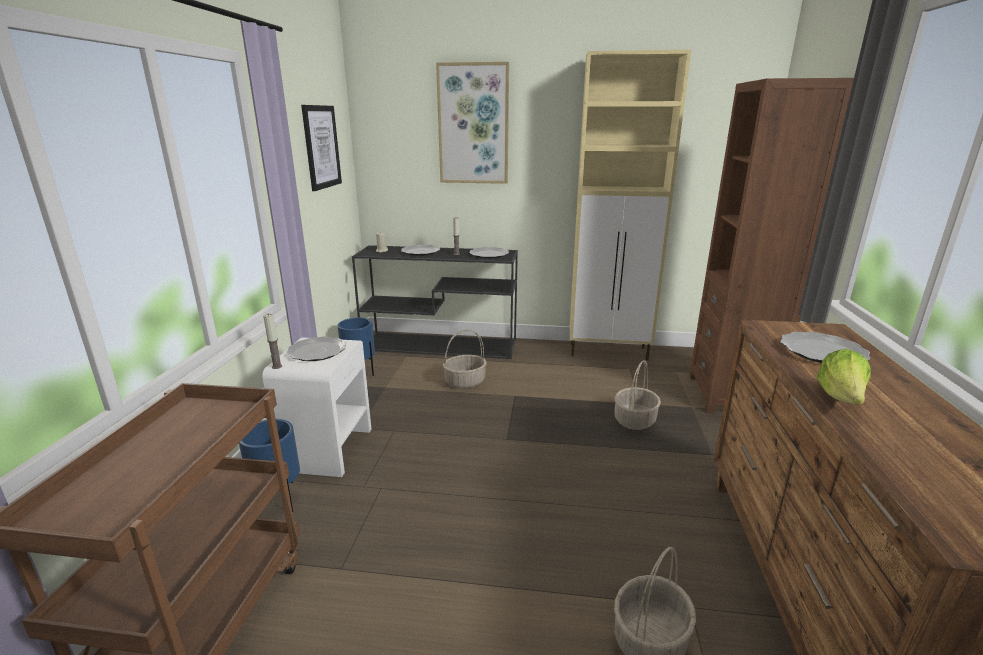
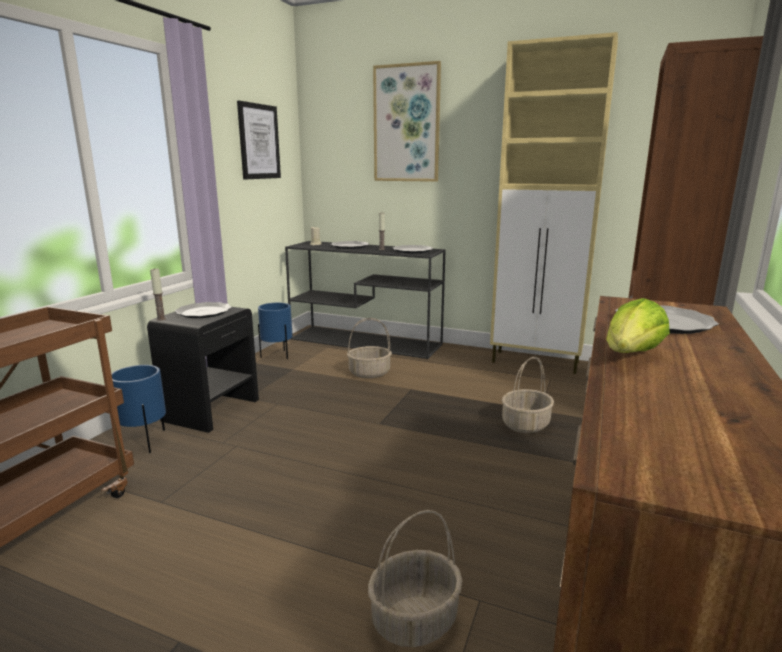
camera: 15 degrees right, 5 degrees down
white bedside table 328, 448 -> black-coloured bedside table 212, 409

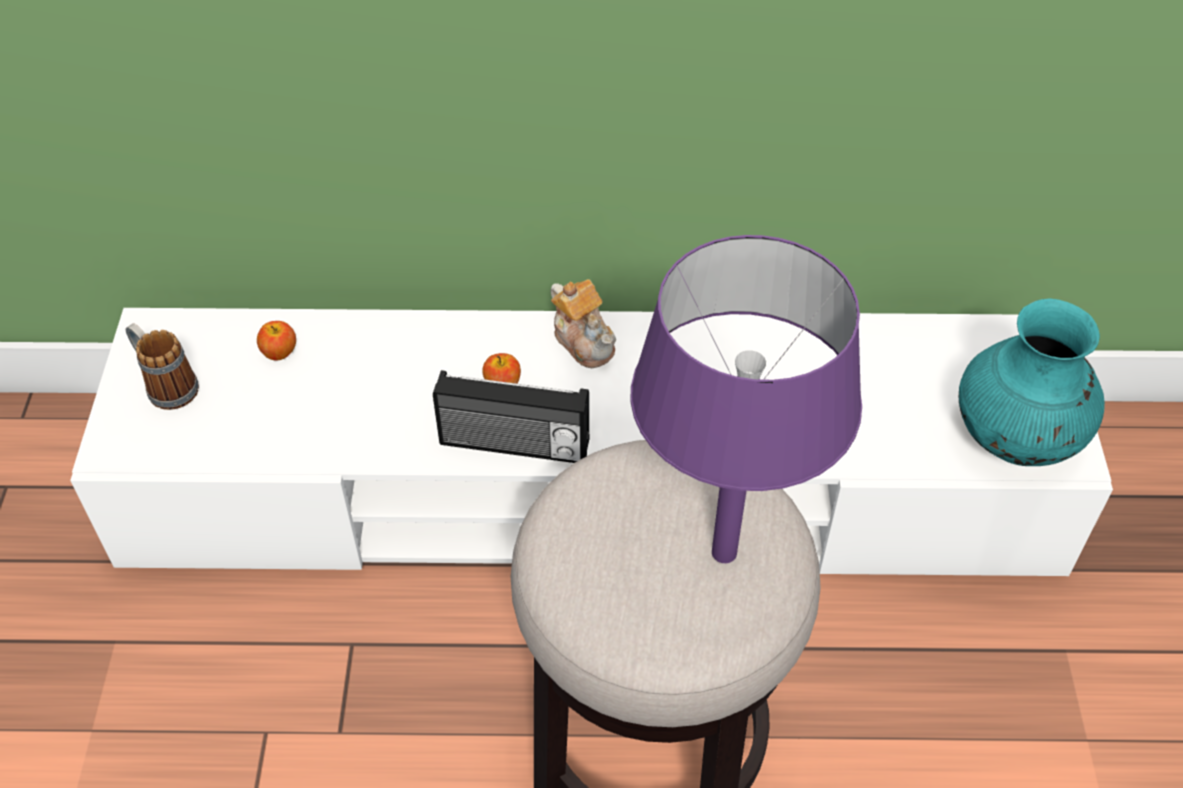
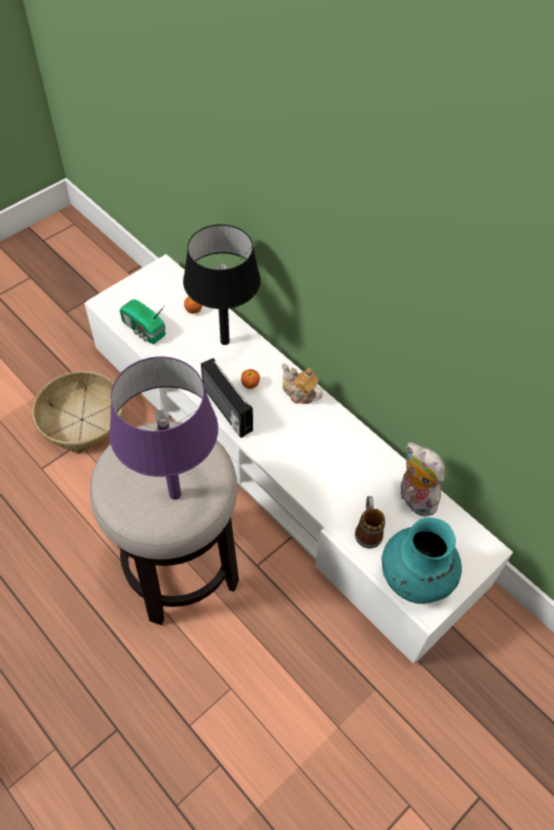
camera: 45 degrees right, 5 degrees up
tea pot 584, 341 -> tea pot 299, 393, 120 degrees clockwise
mug 166, 386 -> mug 367, 530, relocated
none -> black-coloured lamp for a table 224, 341
none -> radio 144, 330
none -> storage basket 82, 419
none -> cuddly toy 414, 499

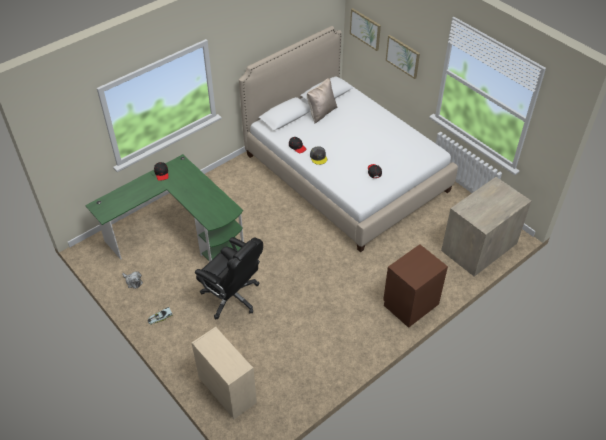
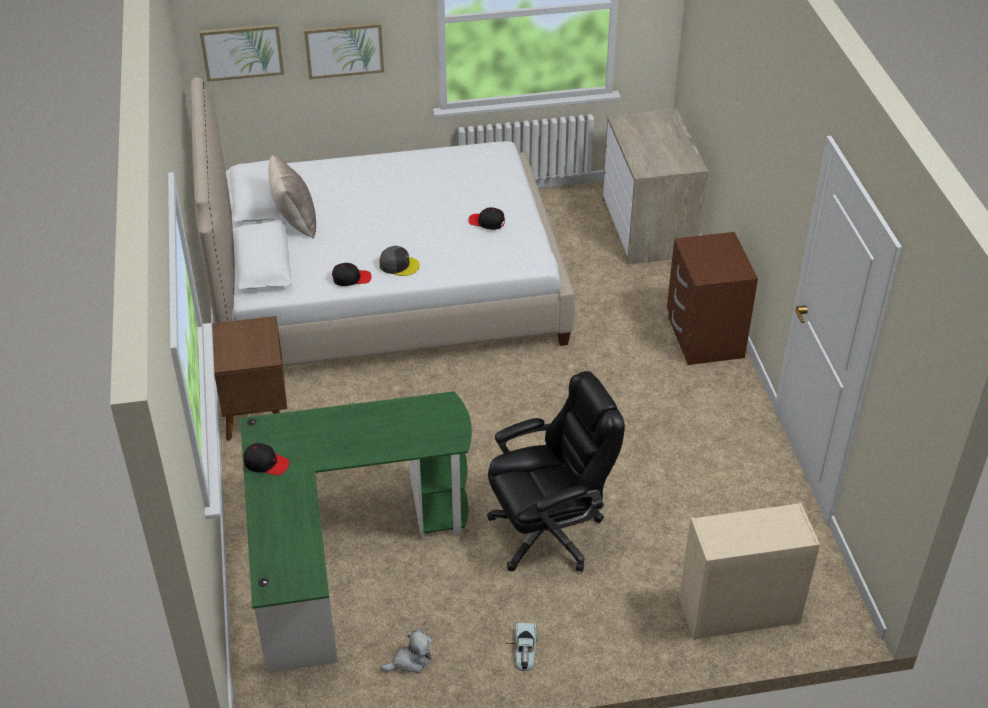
camera: 60 degrees left, 5 degrees down
none -> brownish bedside table 256, 413

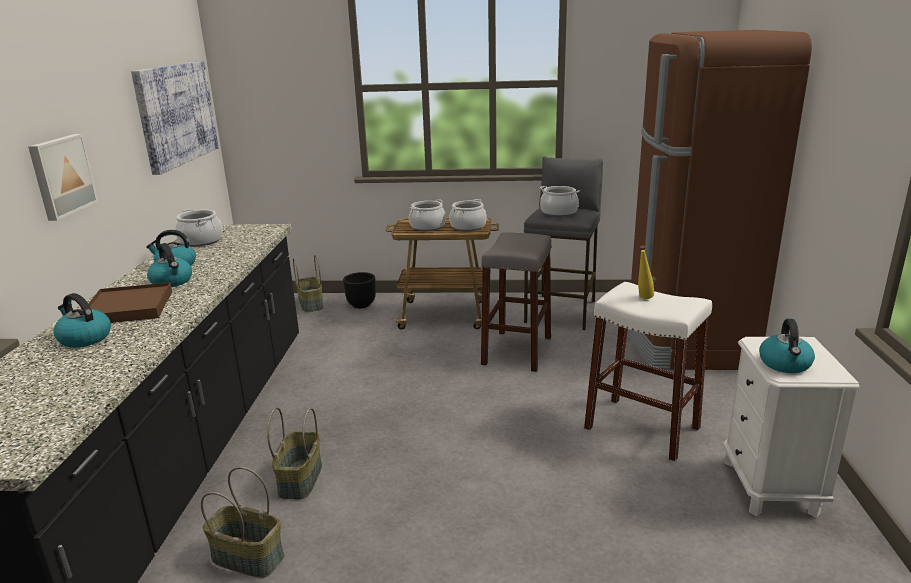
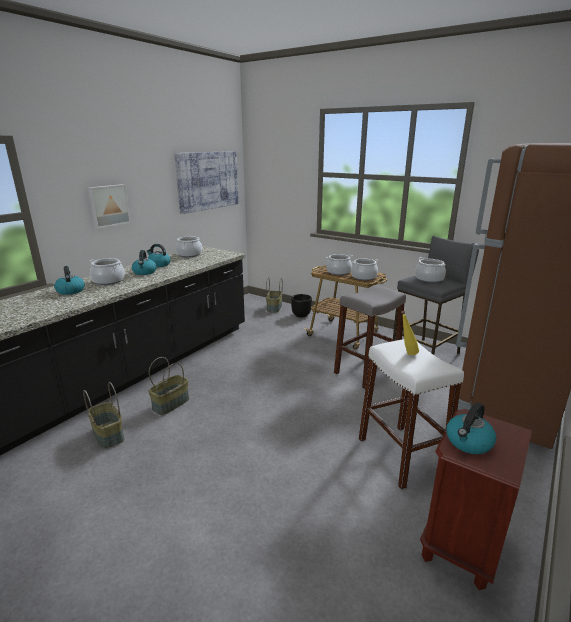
camera: 30 degrees right, 0 degrees up
brownish serving tray 129, 308 -> cooking pot 108, 281
white bedside table 770, 487 -> brownish bedside table 461, 545

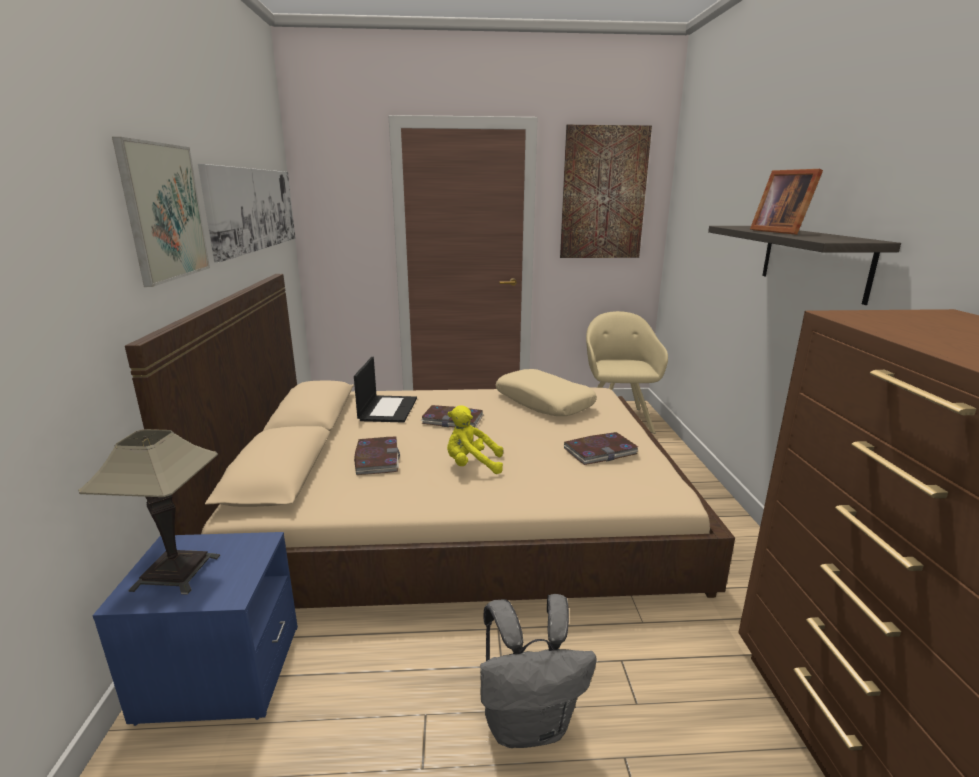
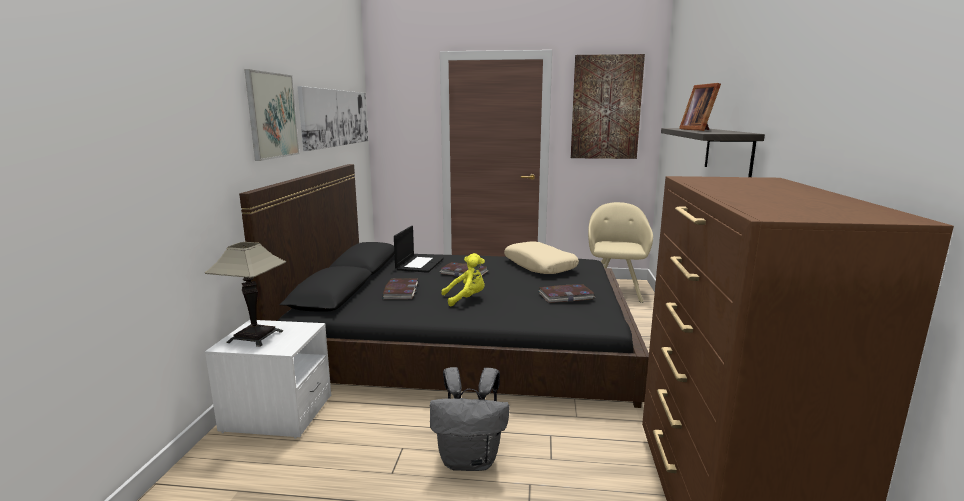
camera: 10 degrees right, 5 degrees down
sand-coloured bed 459, 506 -> black-coloured bed 465, 339
yellowish cuddly toy 472, 465 -> yellowish cuddly toy 466, 299, 150 degrees clockwise
blue bedside table 220, 673 -> white bedside table 277, 413

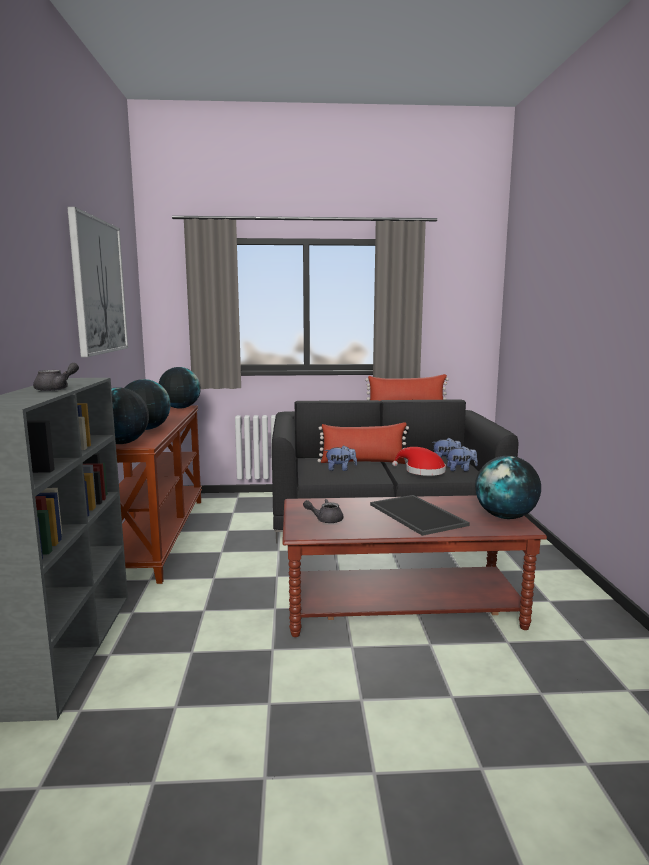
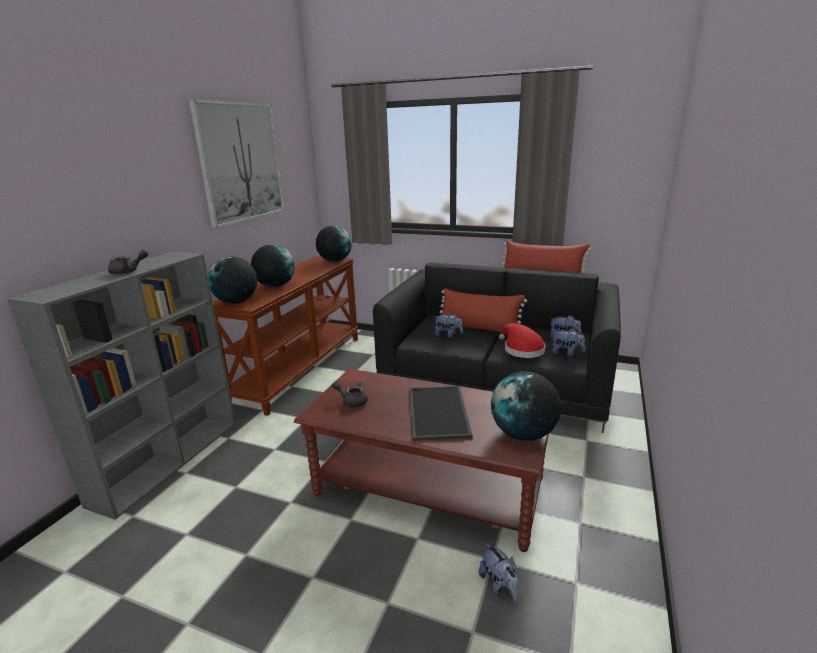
camera: 25 degrees right, 10 degrees up
none -> cuddly toy 499, 585

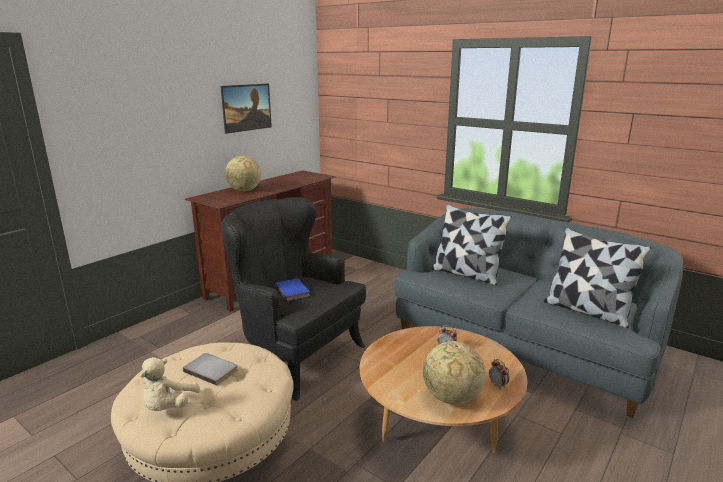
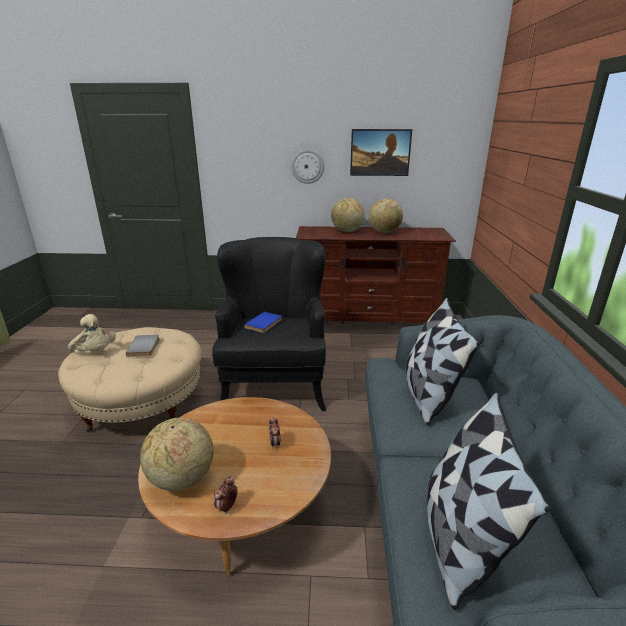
camera: 55 degrees right, 5 degrees up
sand-coloured cuddly toy 168, 407 -> sand-coloured cuddly toy 96, 352, 120 degrees counterclockwise
none -> clock on the wall 307, 166
none -> world globe 384, 232

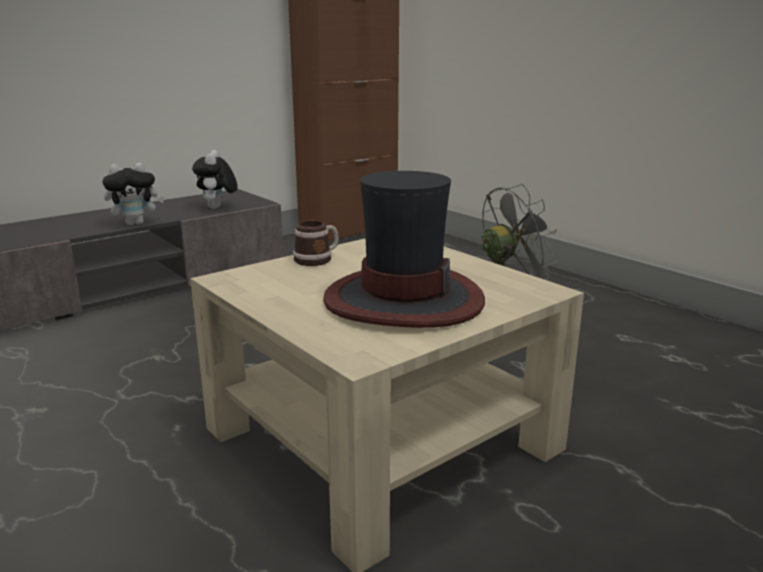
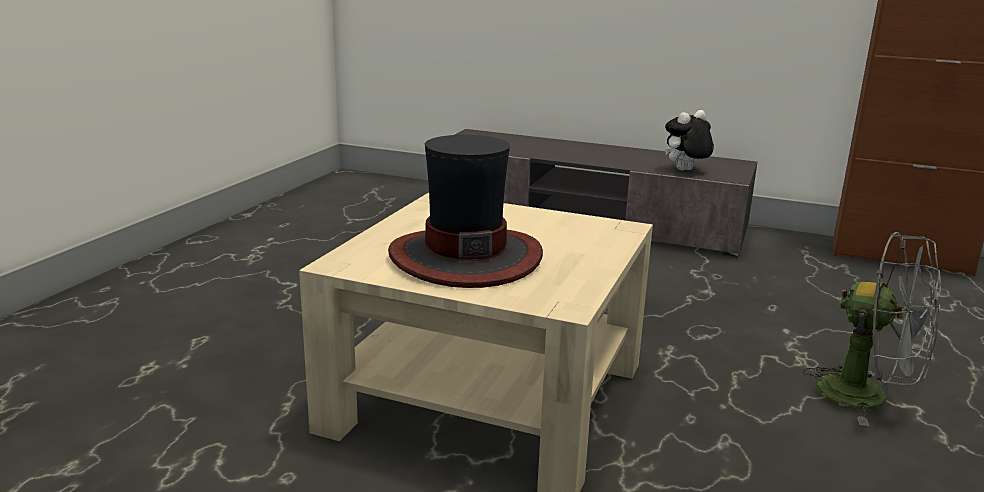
camera: 60 degrees right, 0 degrees up
cuddly toy 136, 223 -> none
mug 317, 259 -> none

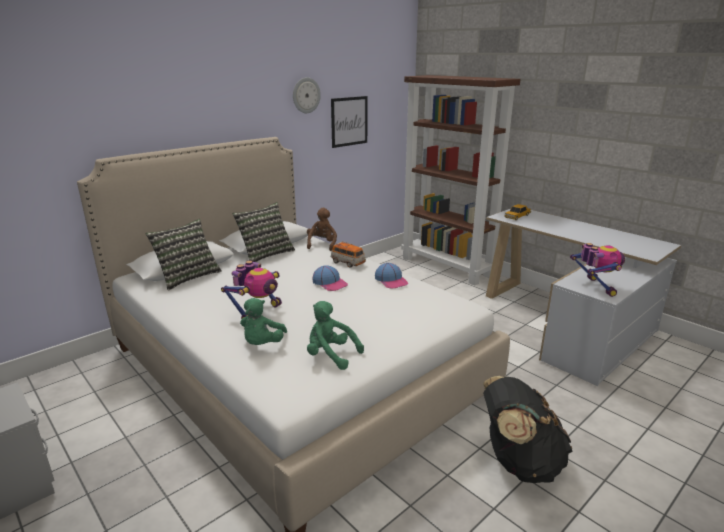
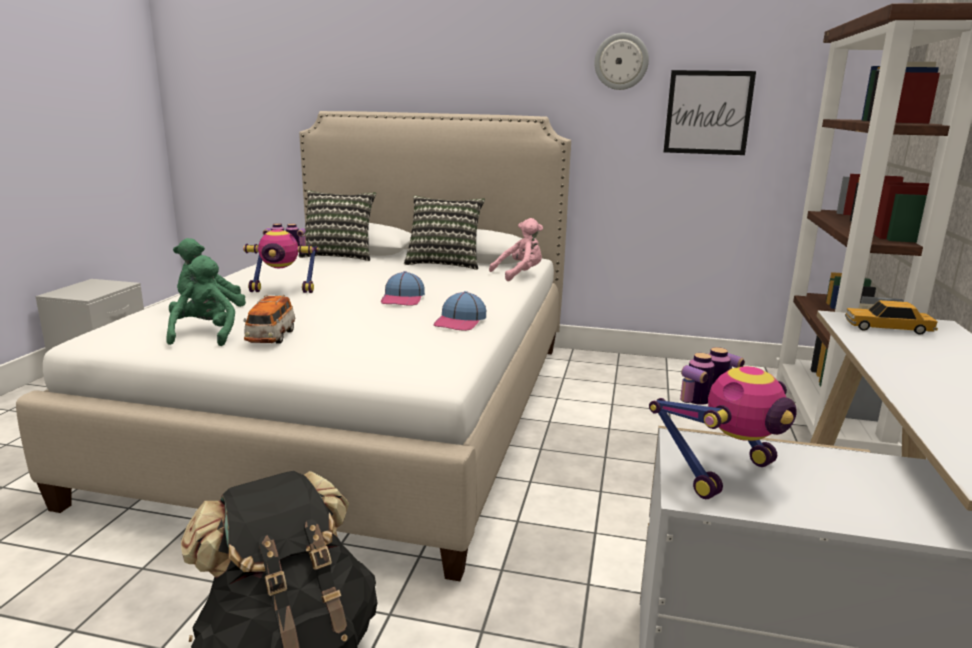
camera: 55 degrees right, 5 degrees down
brownish cuddly toy 322, 244 -> pink cuddly toy 519, 274
toy car 348, 263 -> toy car 271, 337, relocated

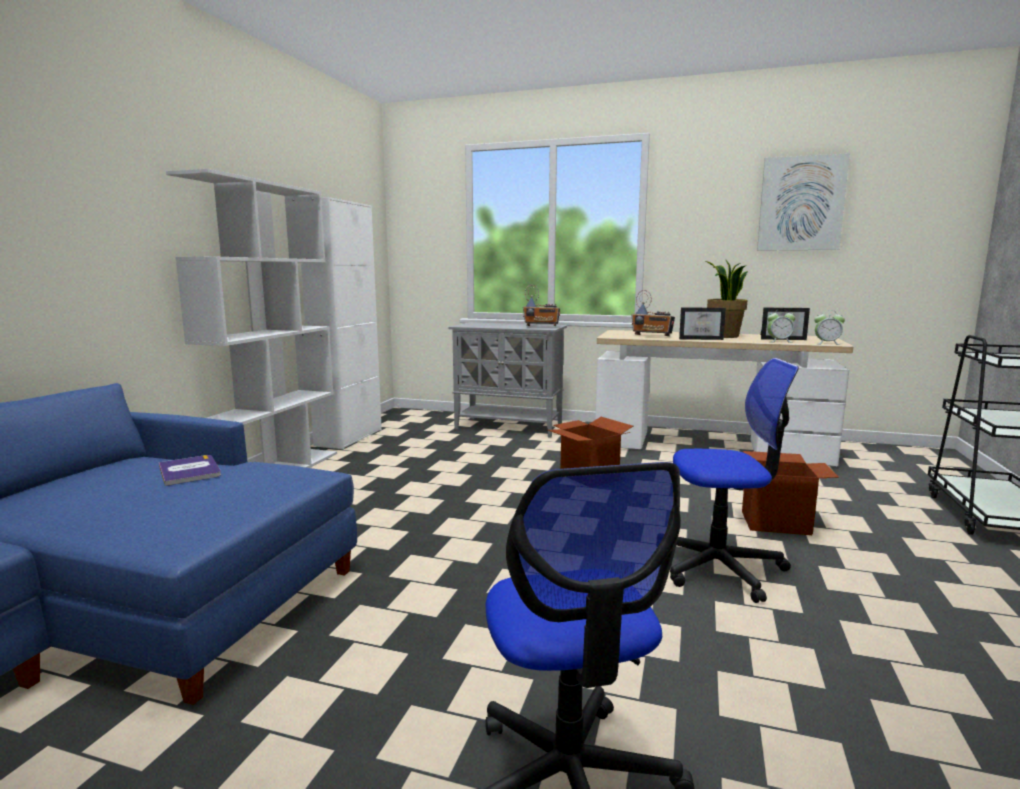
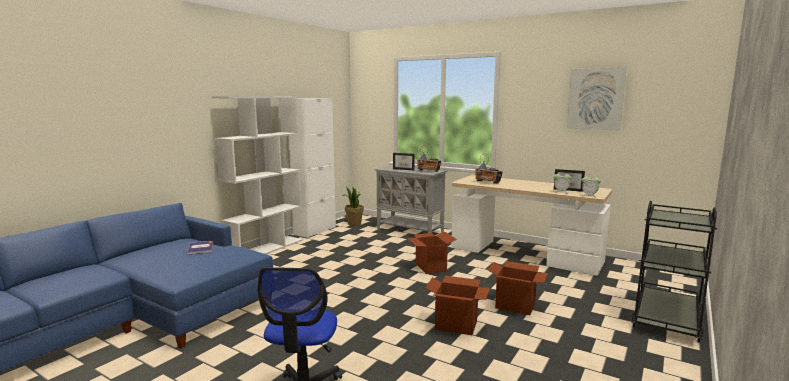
camera: 15 degrees right, 0 degrees up
houseplant 724, 336 -> houseplant 354, 224, relocated
standing frame 701, 339 -> standing frame 404, 169, relocated
desk chair 719, 567 -> carton 456, 325

